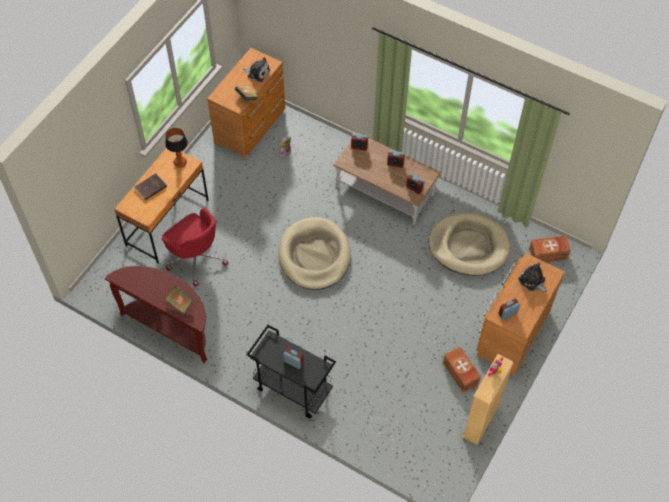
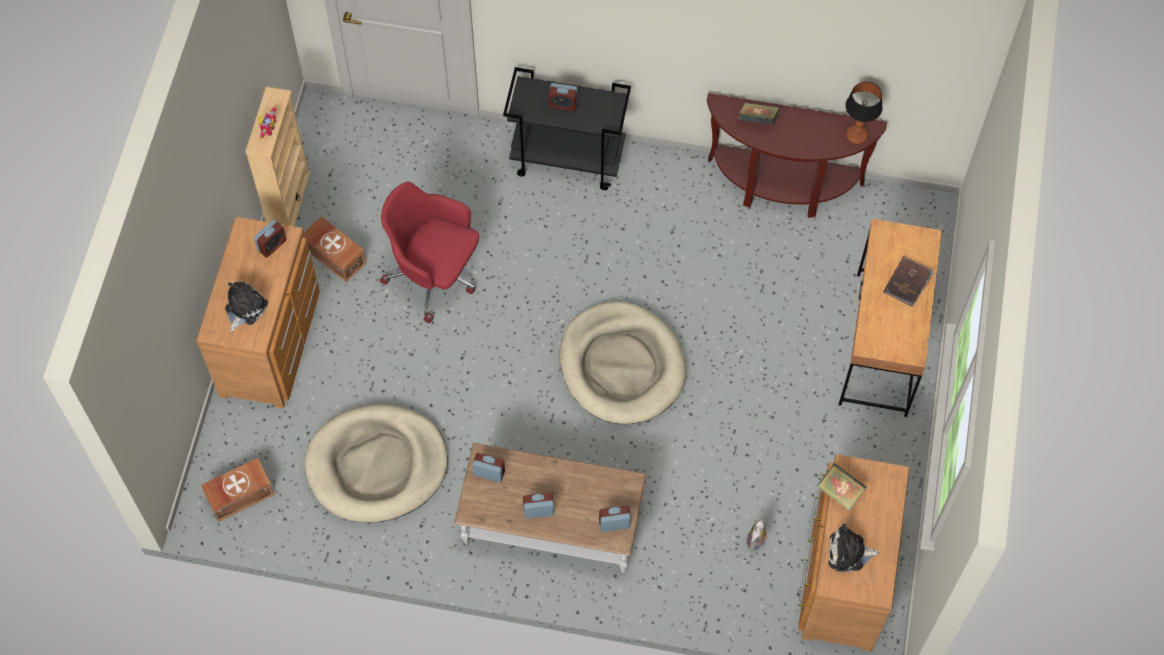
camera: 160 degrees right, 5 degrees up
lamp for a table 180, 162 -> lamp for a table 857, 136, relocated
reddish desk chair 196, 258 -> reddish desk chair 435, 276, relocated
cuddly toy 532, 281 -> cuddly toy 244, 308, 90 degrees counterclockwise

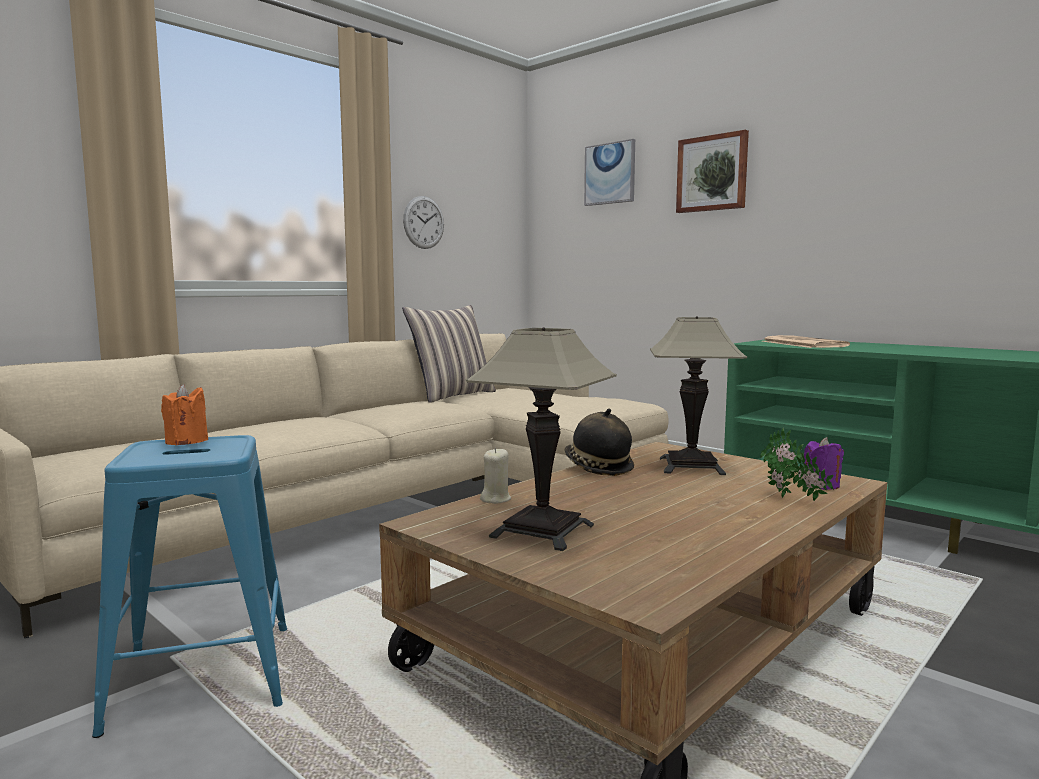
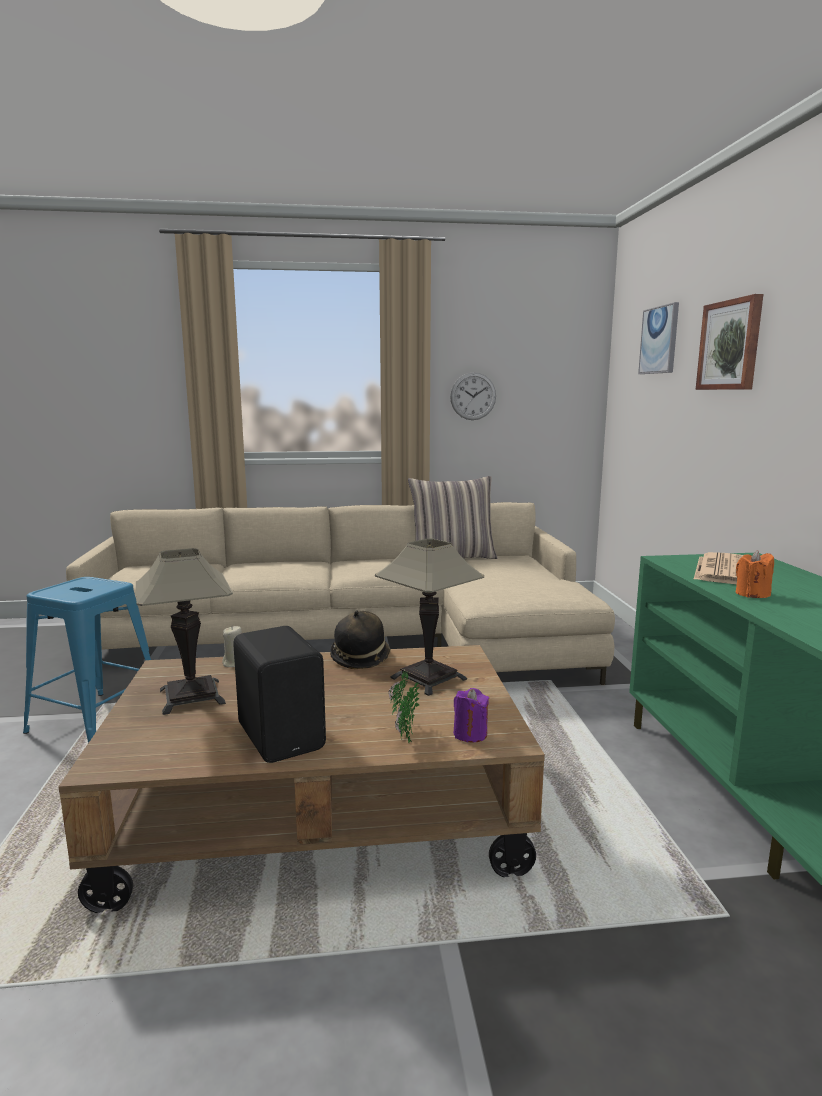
camera: 40 degrees right, 5 degrees up
orangey candle 186, 441 -> orangey candle 752, 594, relocated
none -> black-coloured loudspeaker 283, 736

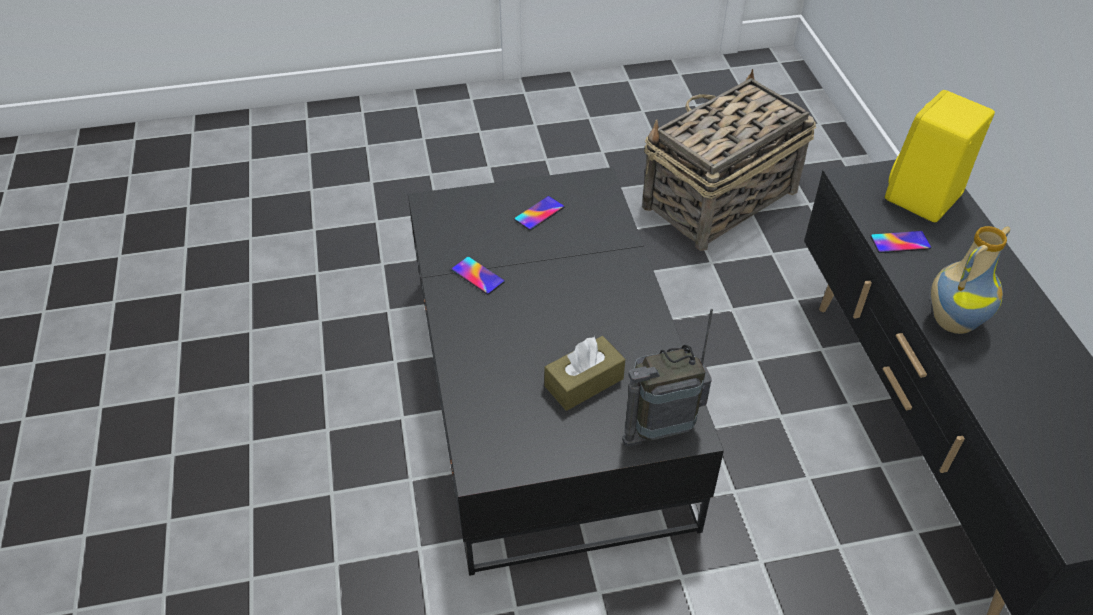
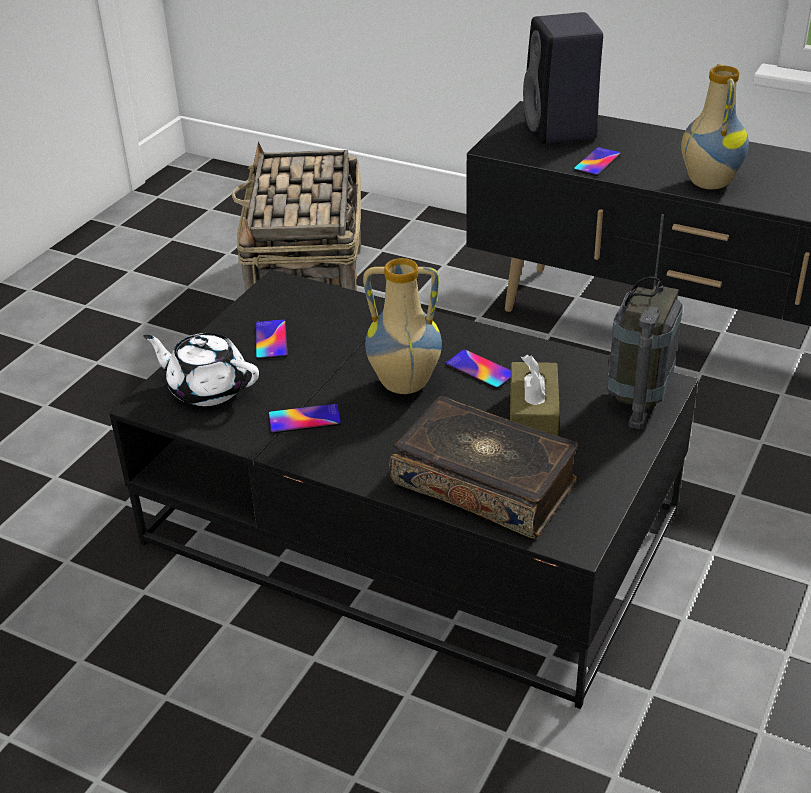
camera: 50 degrees left, 10 degrees down
yellowish loudspeaker 922, 198 -> black-coloured loudspeaker 561, 130
none -> decorative vase 404, 385
none -> white tea pot 207, 389
none -> handset 480, 369
none -> bound book 485, 482

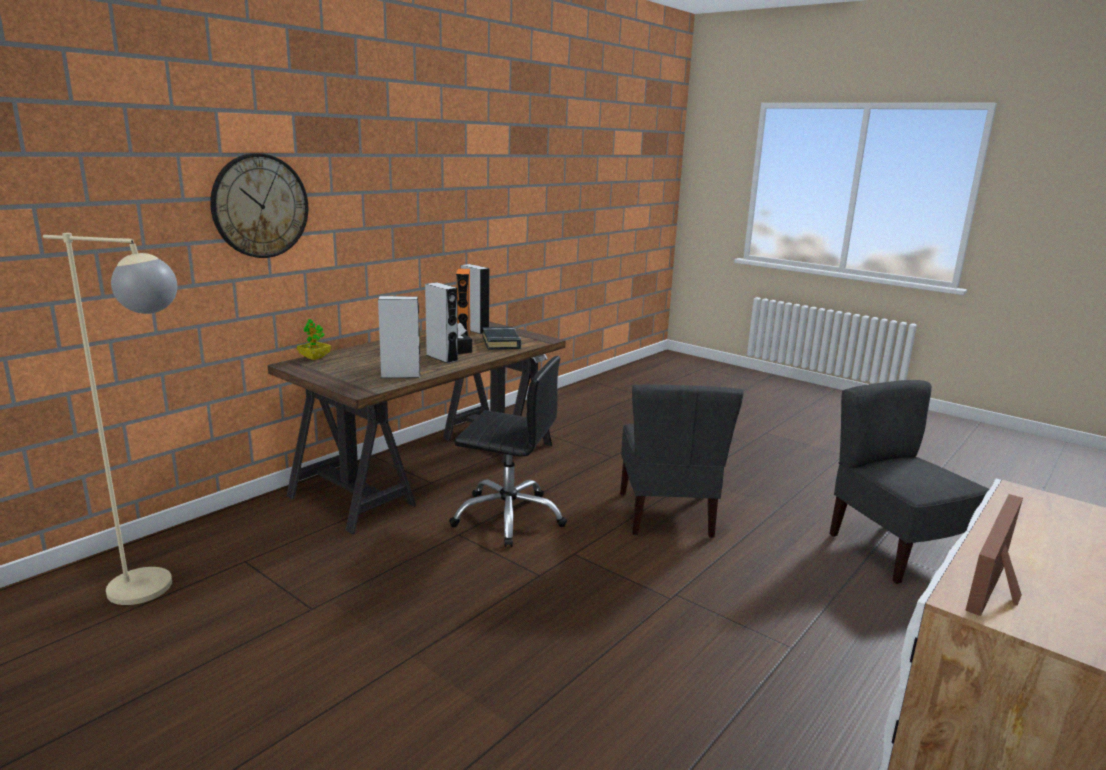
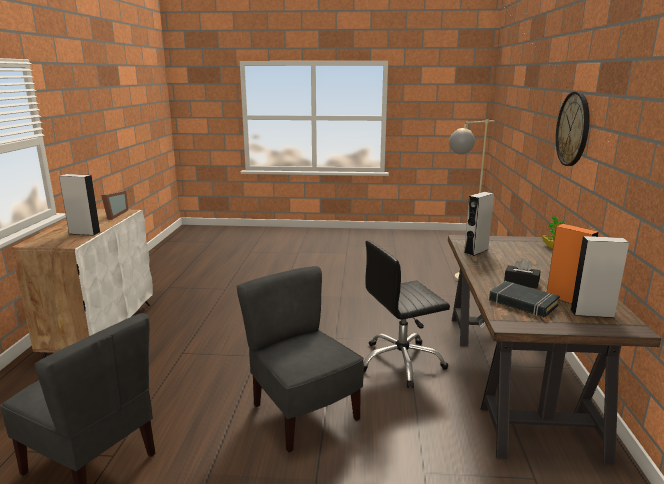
camera: 145 degrees right, 0 degrees up
gray loudspeaker 442, 358 -> gray loudspeaker 84, 233, relocated

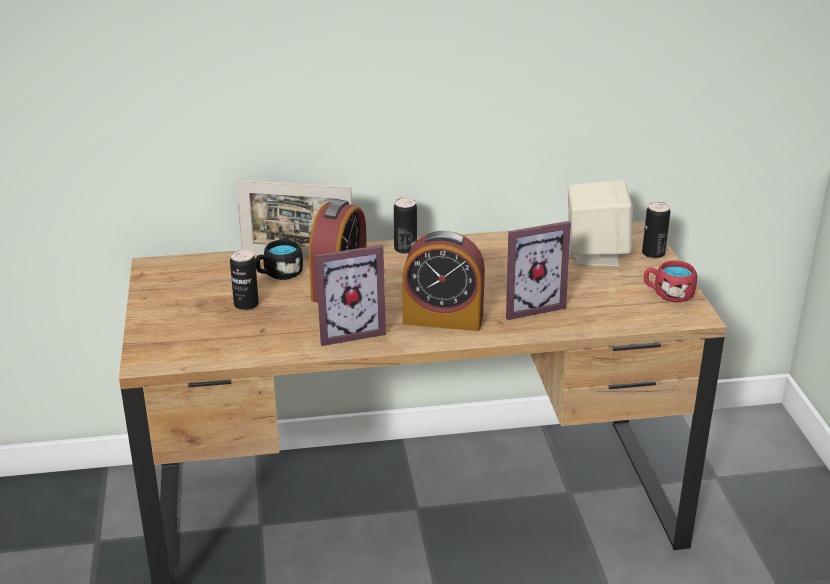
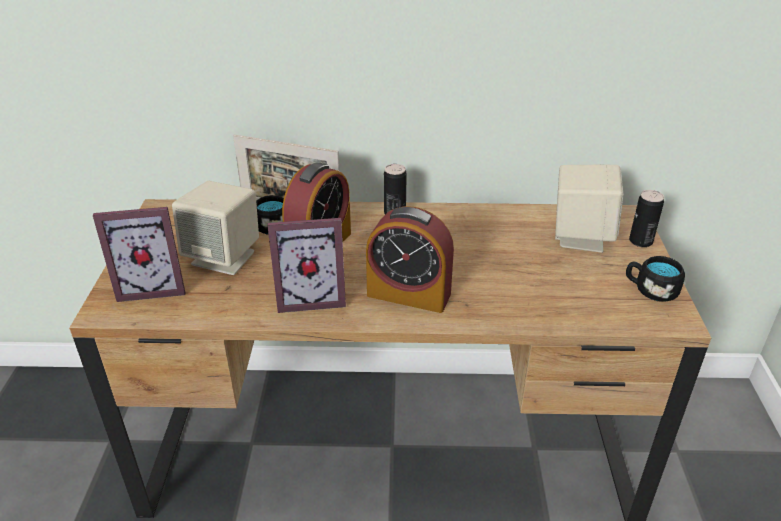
camera: 10 degrees right, 5 degrees up
standing frame 529, 305 -> standing frame 153, 286, relocated
can 246, 304 -> sand-coloured loudspeaker 224, 258
reddish mug 668, 294 -> black-coloured mug 650, 290

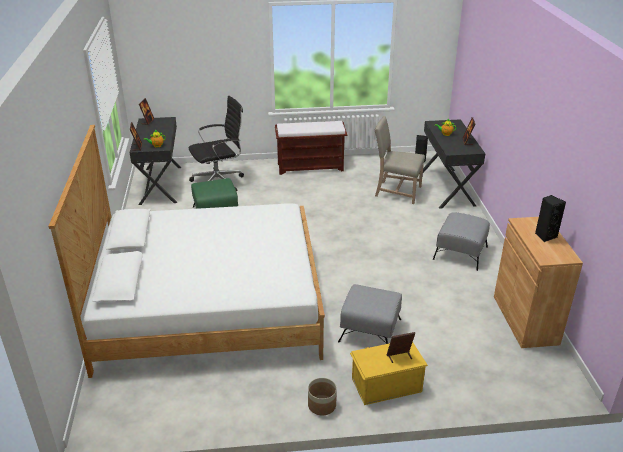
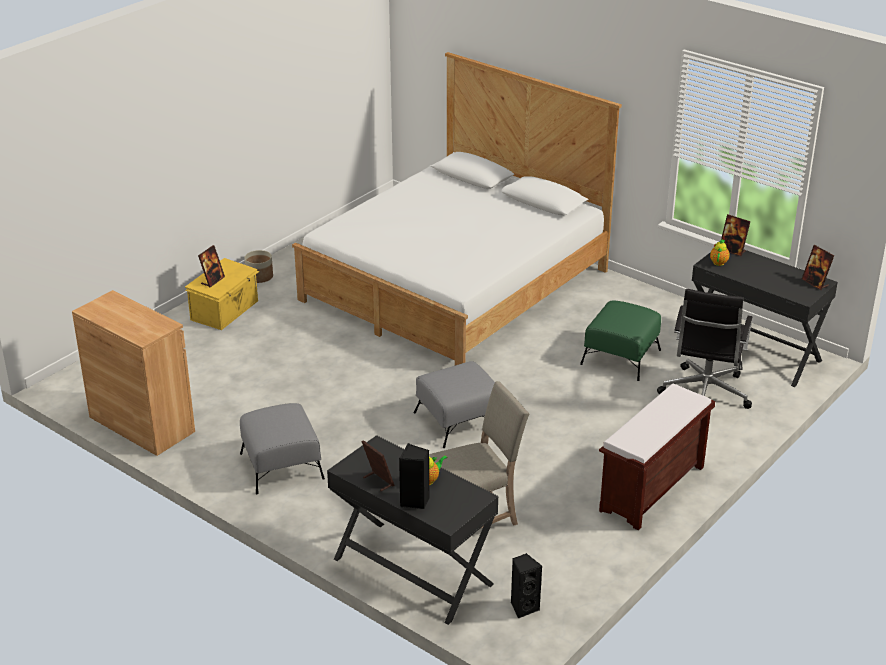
camera: 135 degrees right, 0 degrees up
black-coloured loudspeaker 545, 236 -> black-coloured loudspeaker 415, 501, relocated
gray footrest 370, 330 -> gray footrest 457, 421, relocated

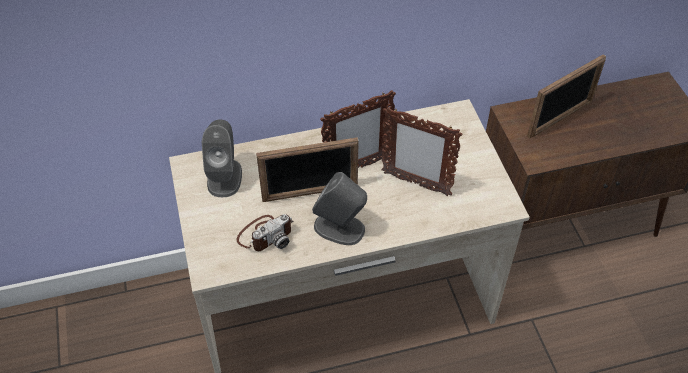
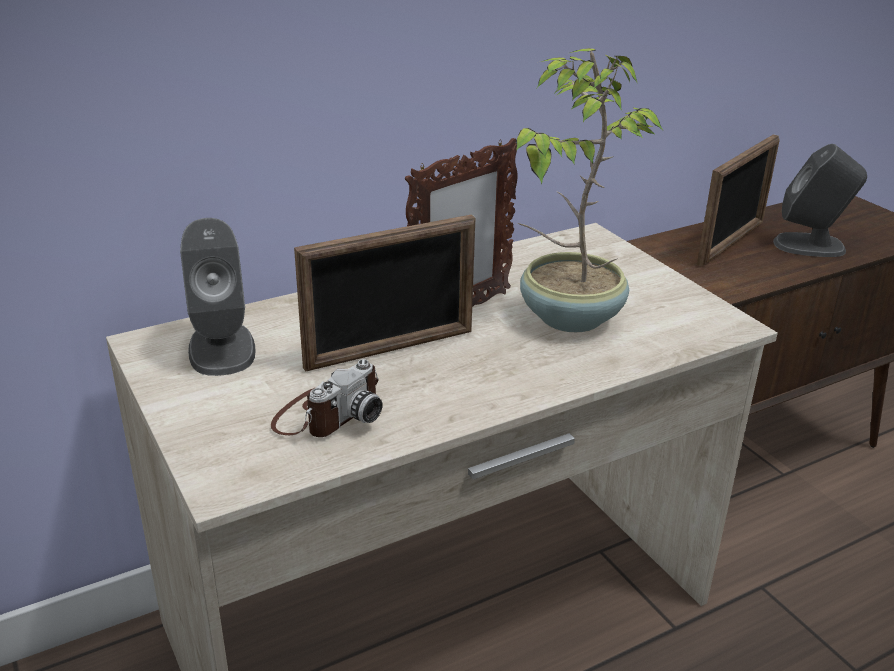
camera: 15 degrees left, 20 degrees down
standing frame 415, 183 -> houseplant 568, 317
gray loudspeaker 340, 228 -> gray loudspeaker 810, 245, relocated

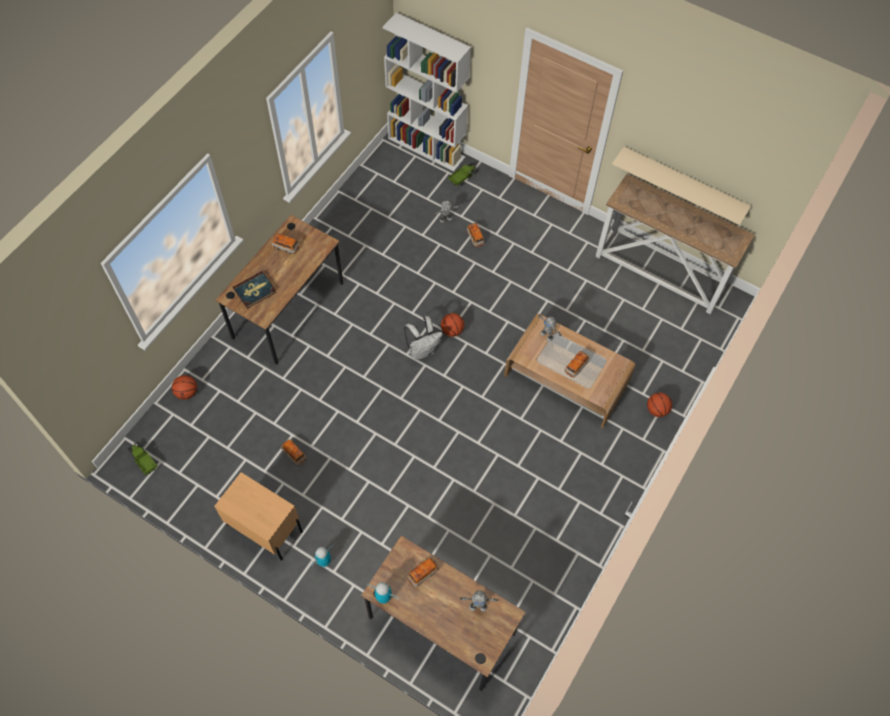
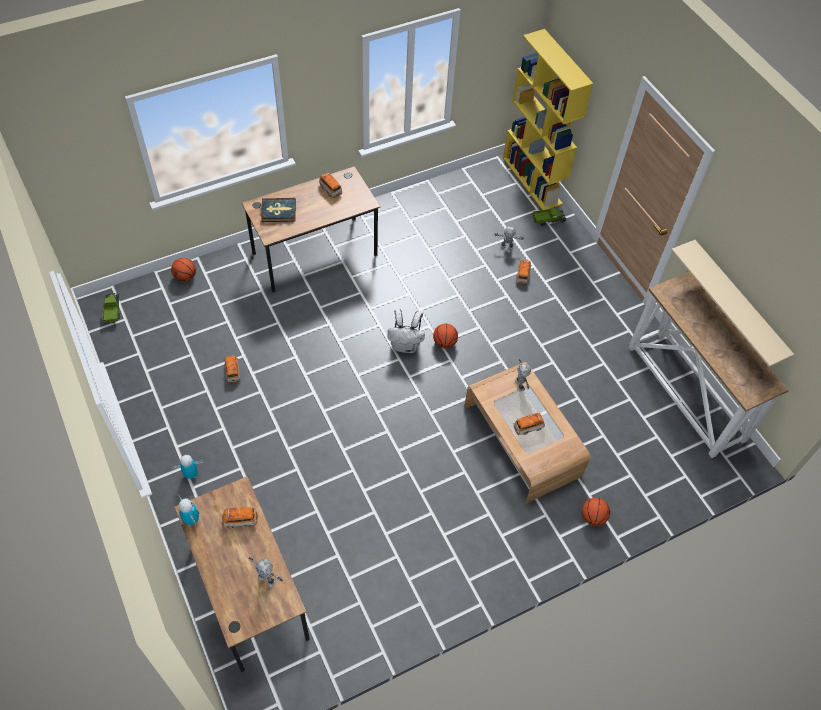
camera: 30 degrees right, 5 degrees down
white bookshelf 427, 148 -> yellowish bookshelf 532, 181
sand-coloured bedside table 264, 527 -> none

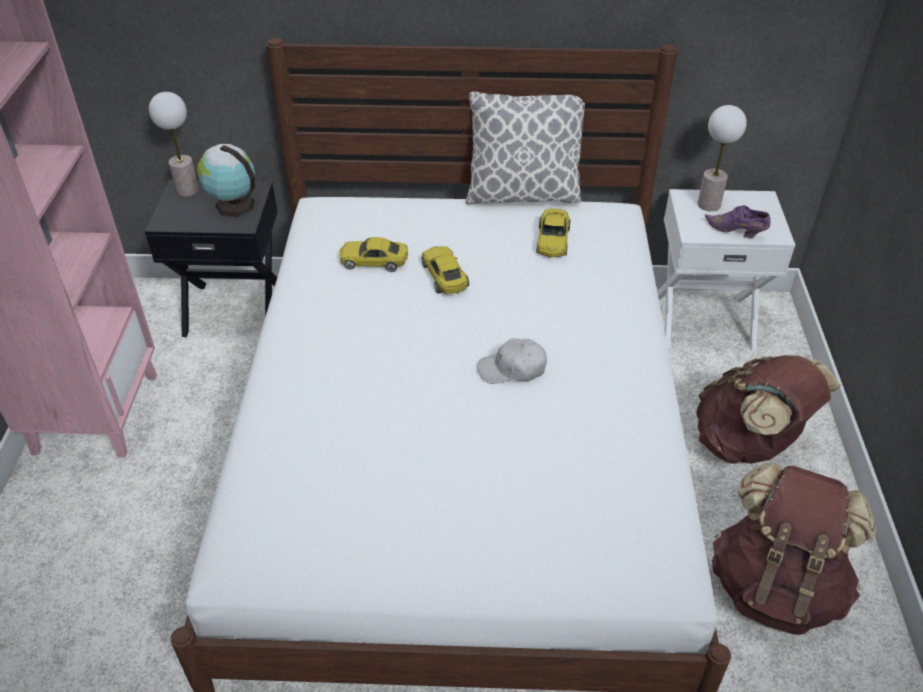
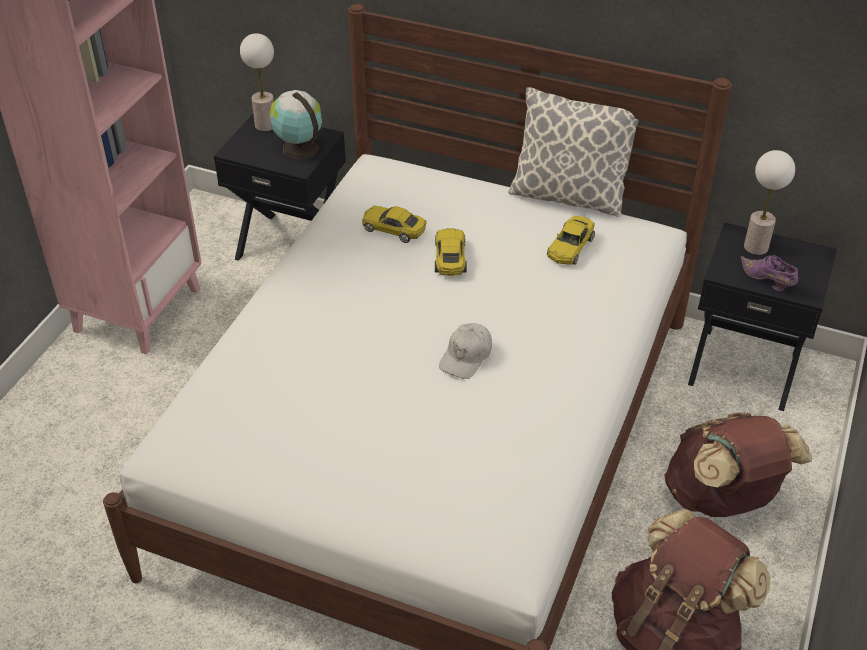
camera: 20 degrees right, 0 degrees up
white bedside table 703, 320 -> black-coloured bedside table 744, 366
white cap 512, 369 -> white cap 466, 357, 75 degrees counterclockwise

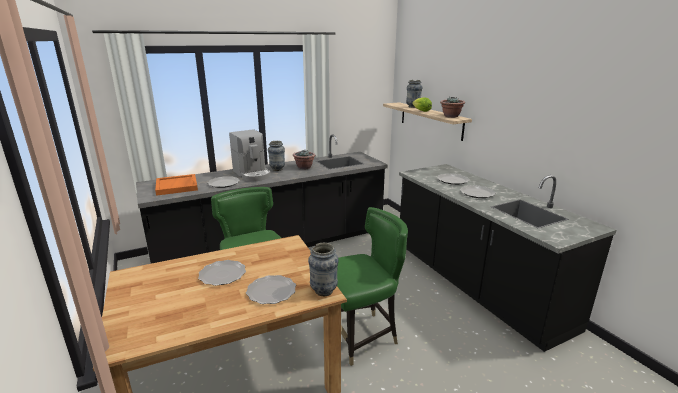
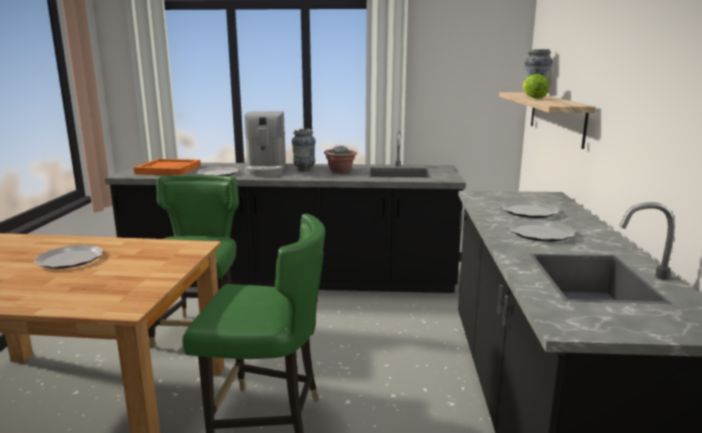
camera: 30 degrees right, 5 degrees down
houseplant 451, 116 -> none
decorative vase 323, 291 -> none
dinner plate 271, 291 -> none

